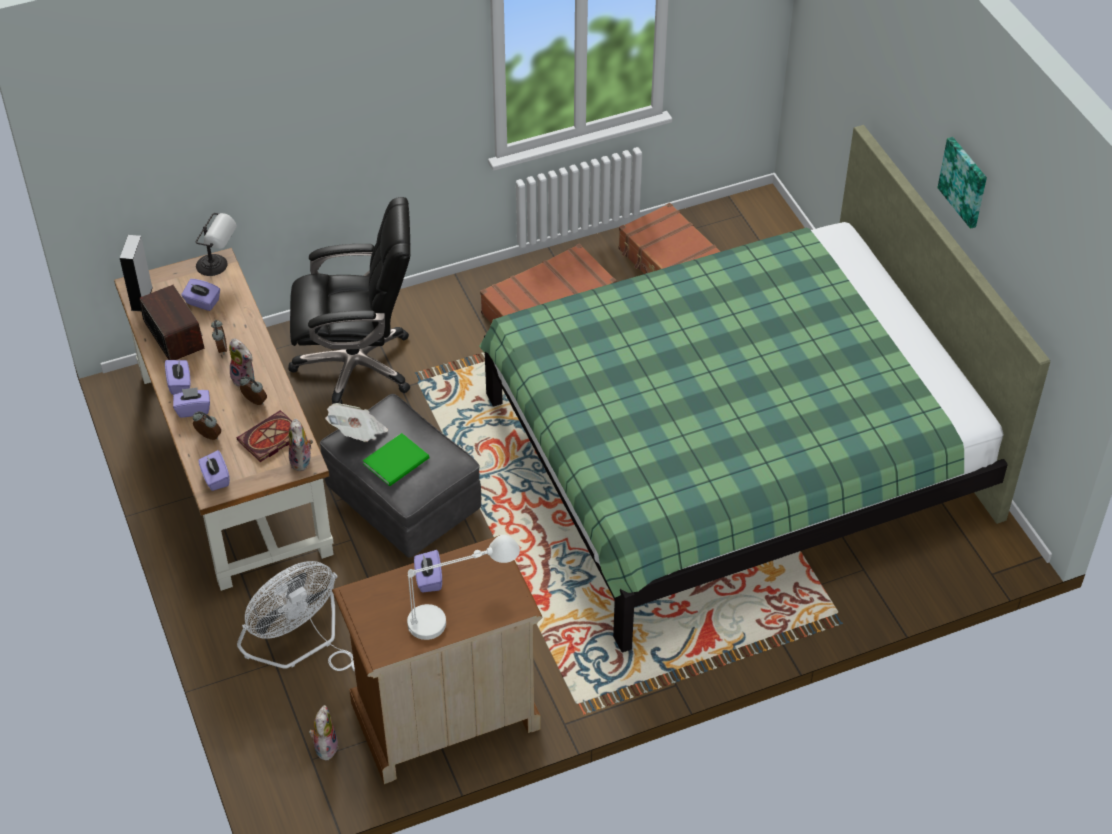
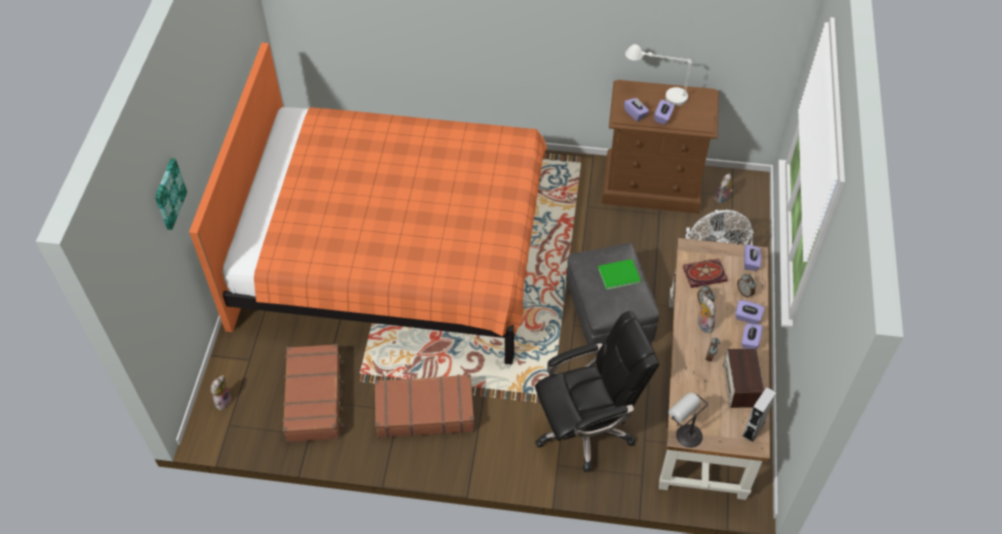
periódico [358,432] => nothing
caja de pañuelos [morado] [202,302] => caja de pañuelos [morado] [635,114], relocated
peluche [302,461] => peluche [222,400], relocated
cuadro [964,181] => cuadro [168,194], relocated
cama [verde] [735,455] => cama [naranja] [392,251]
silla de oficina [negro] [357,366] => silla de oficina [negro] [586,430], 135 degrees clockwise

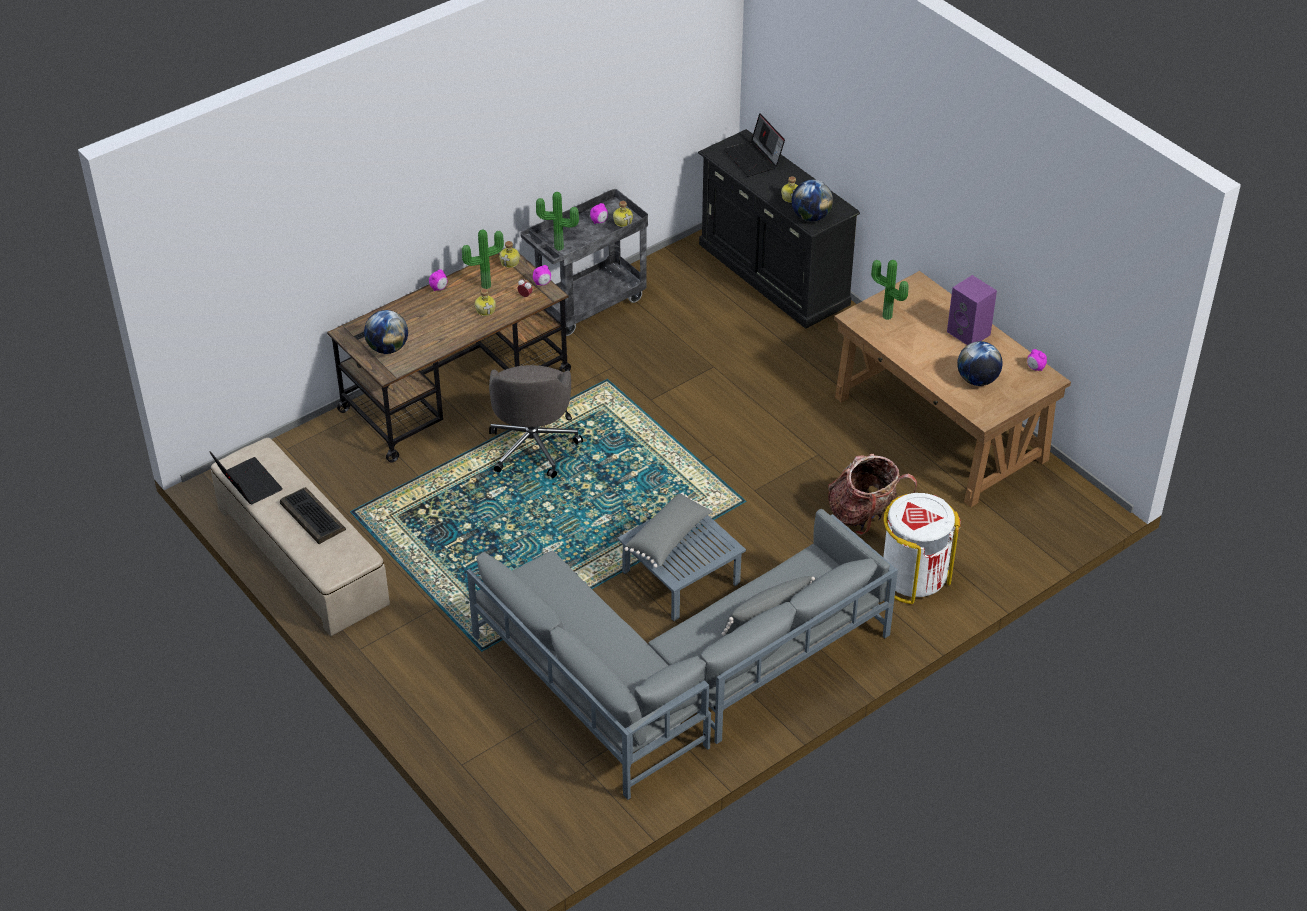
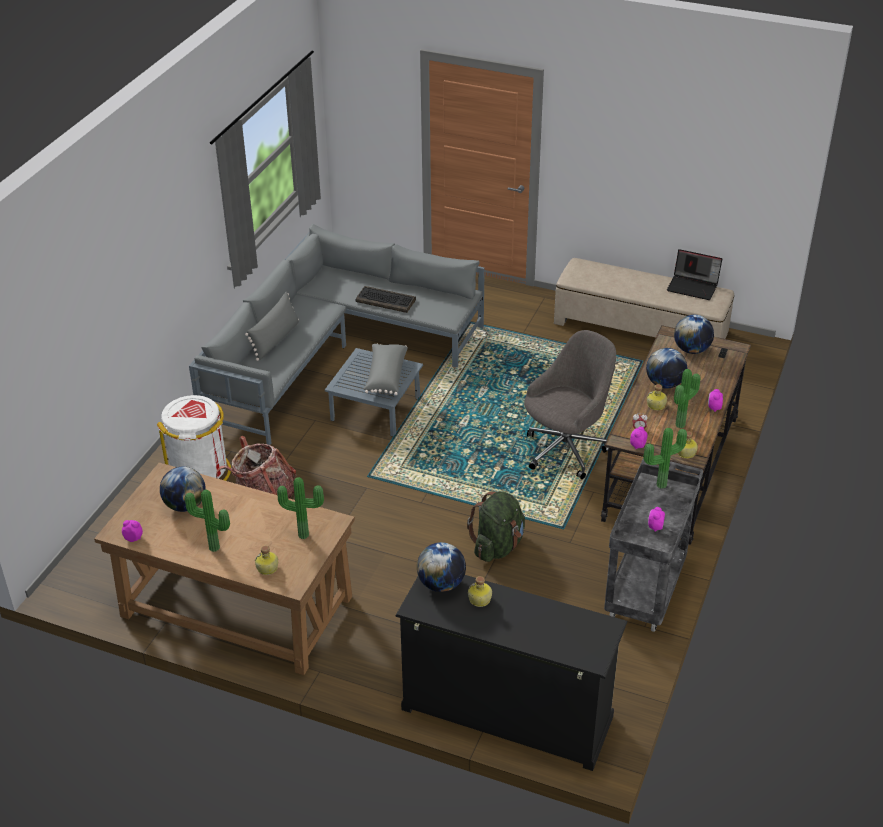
portátil [754,159] => nothing
nothing => mochila [verde] [498,546]
nothing => globo terráqueo [664,384]
teclado [311,516] => teclado [386,300], relocated
botella [623,221] => botella [267,568], relocated
altavoz [morado] [970,333] => planta en maceta [213,549]
silla de oficina [gris] [533,448] => silla de oficina [gris] [565,450], 75 degrees clockwise

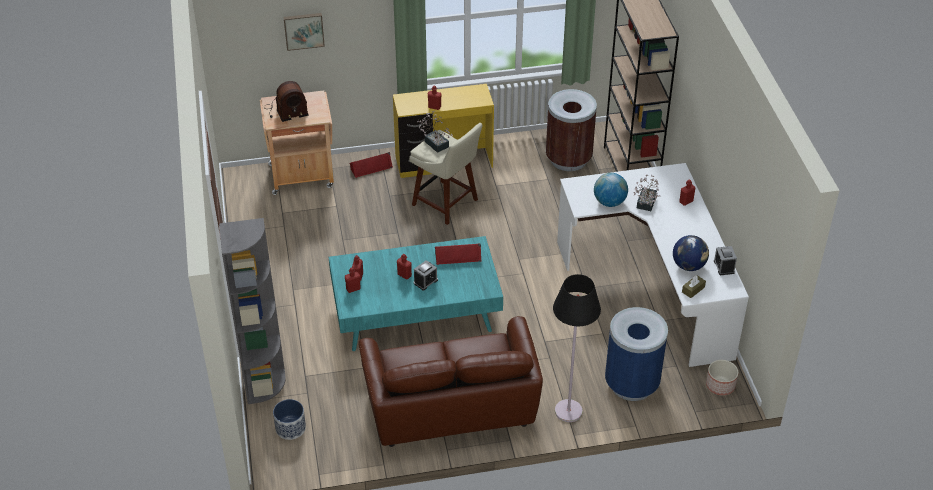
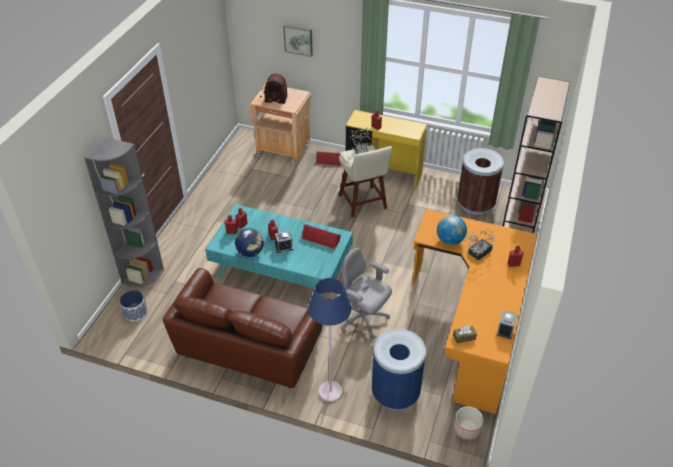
nothing => silla de oficina [gris] [363,320]
globo terráqueo [689,265] => globo terráqueo [250,252], relocated
lámpara de pie [negro] [568,411] => lámpara de pie [azul] [330,392]
escritorio [blanco] [654,285] => escritorio [naranja] [471,324]

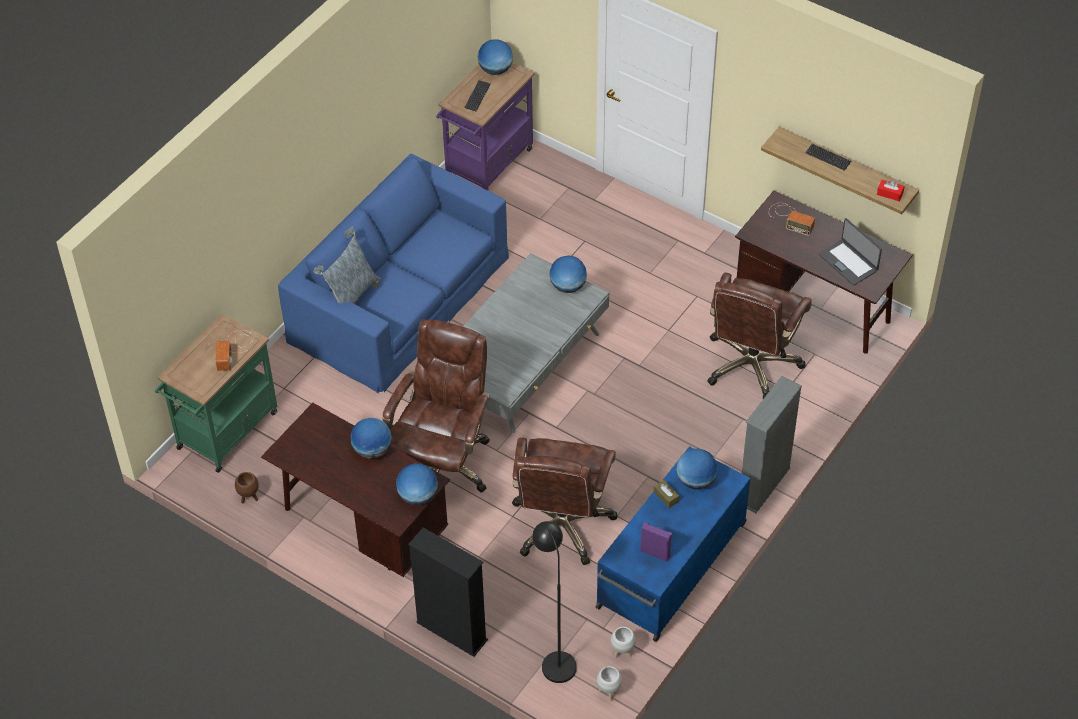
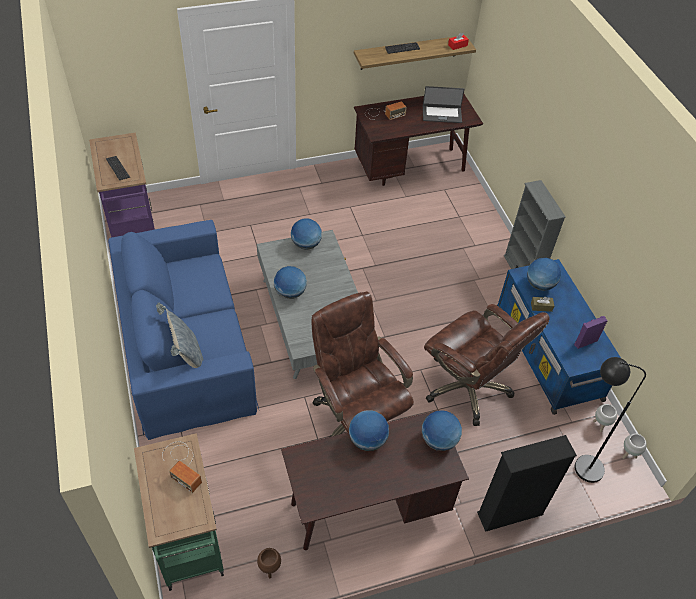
silla de oficina [marrón] [752,363] => nothing
globo terráqueo [495,70] => globo terráqueo [290,293], relocated

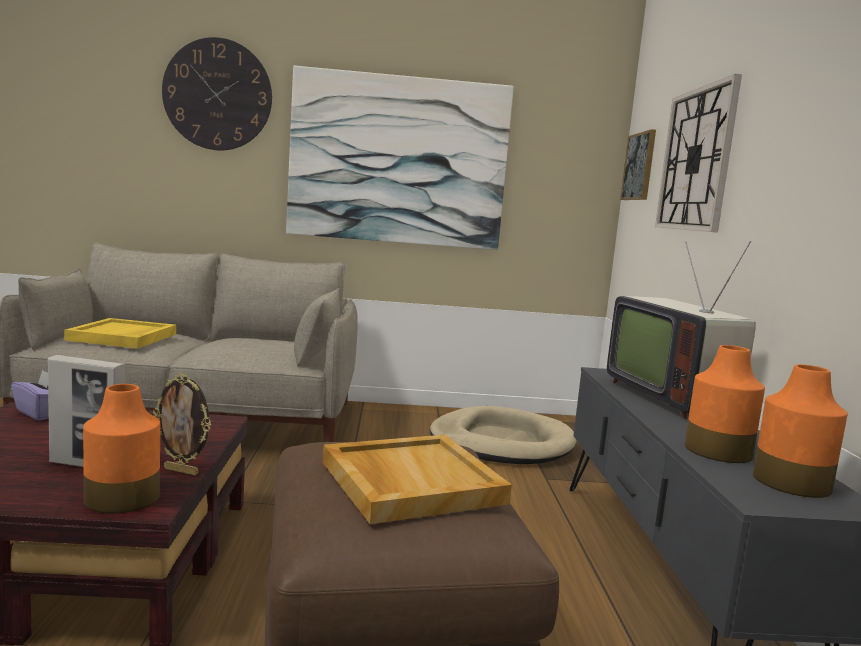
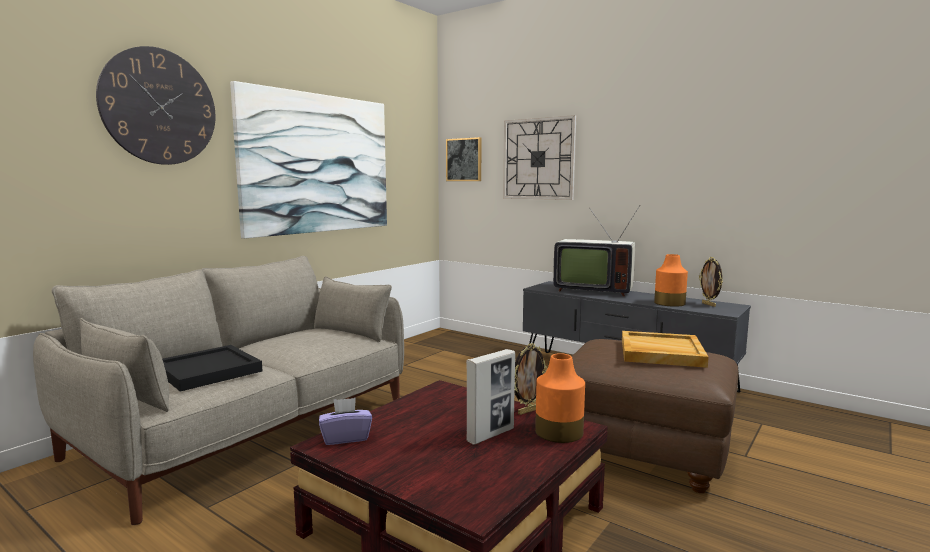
cama para perro [beis] [501,443] => nothing
florero [naranja] [792,482] => portarretratos [709,305]
bandeja [amarillo] [123,337] => bandeja [negro] [209,371]

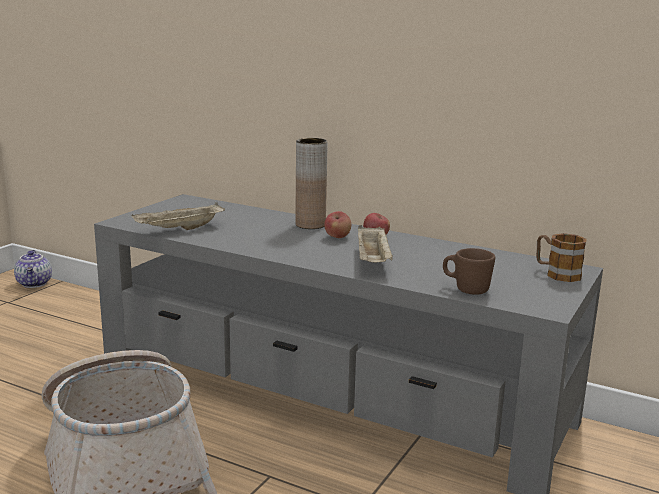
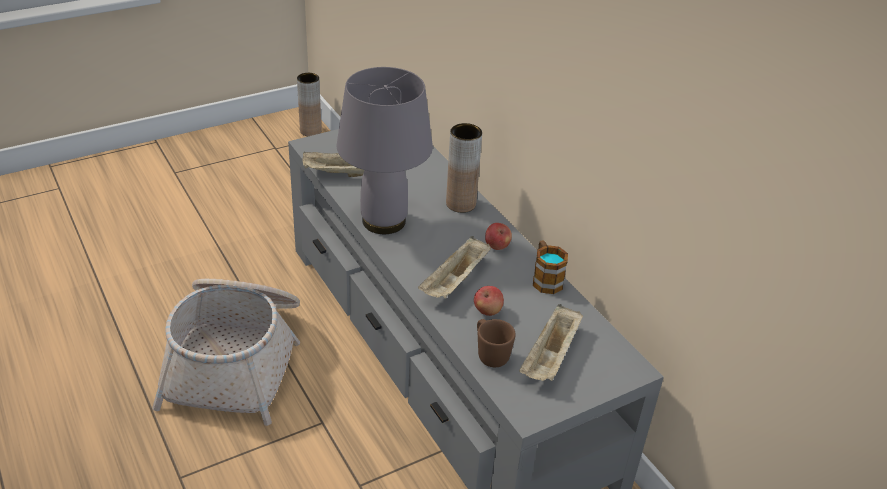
nothing => lámpara de mesa [gris] [382,221]
nothing => bandeja [beis] [550,357]
manzana [337,237] => manzana [487,311], relocated
taza grande [557,273] => taza grande [545,278], relocated
tetera [35,283] => florero [marrón] [310,131]

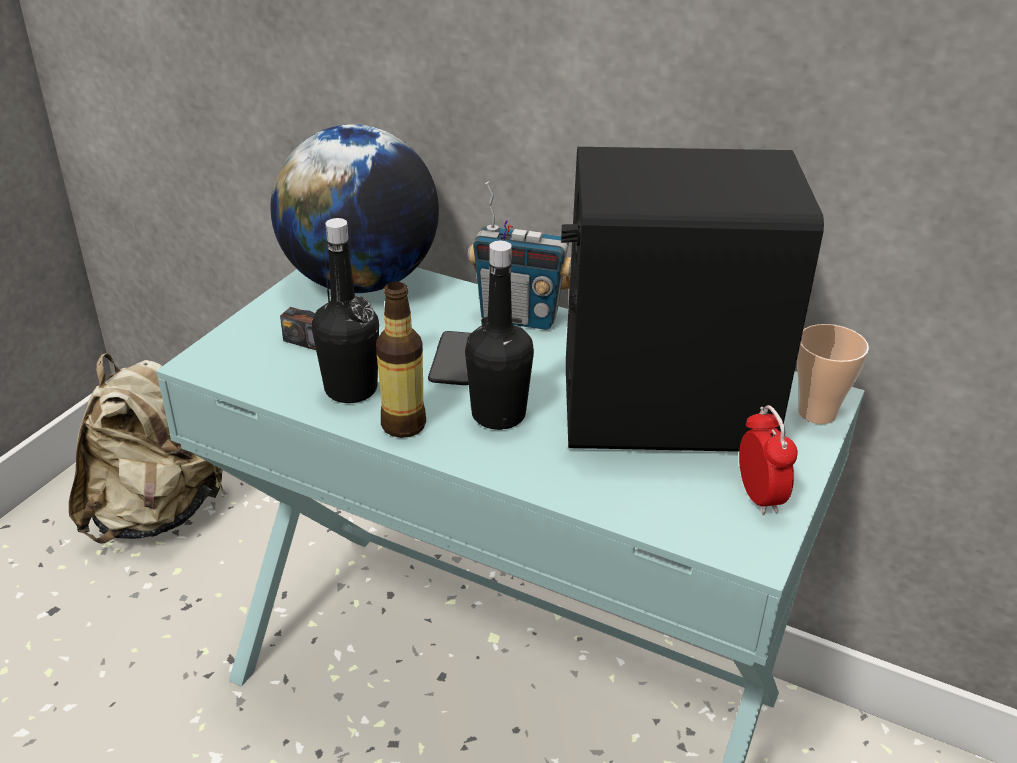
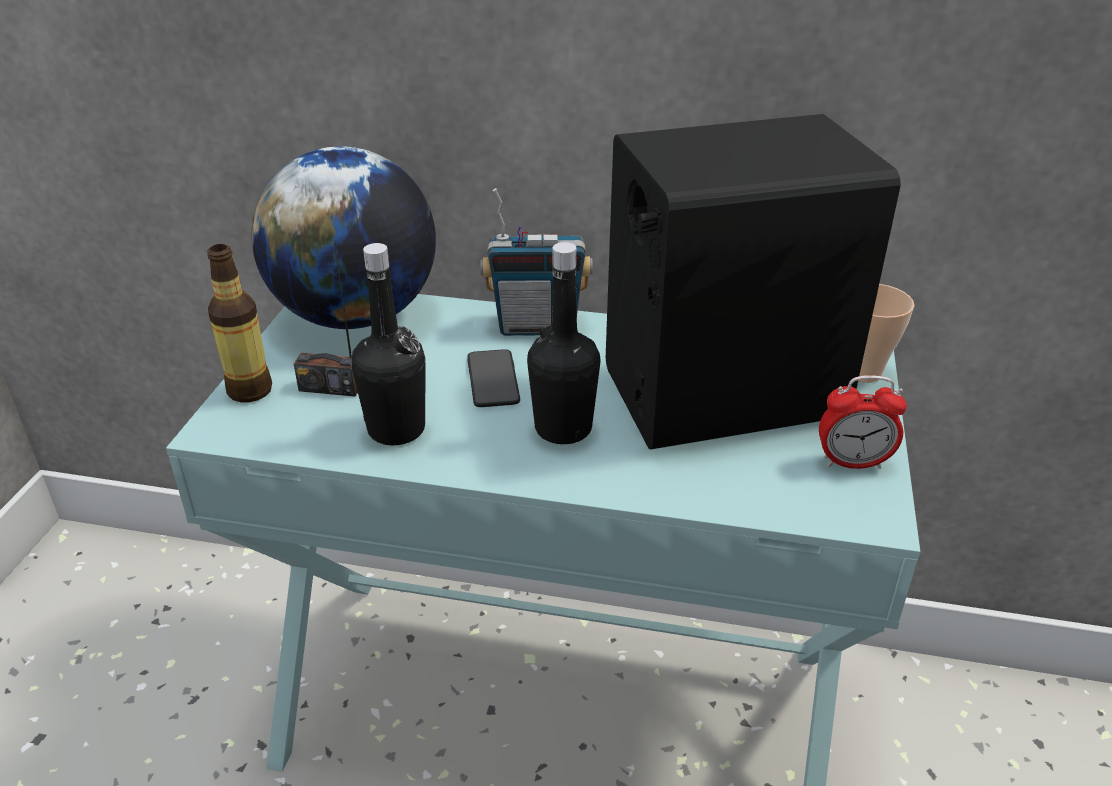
mochila [beis] [158,511] => nothing
botella [403,425] => botella [249,391], relocated
despertador [759,496] => despertador [853,462], 120 degrees clockwise

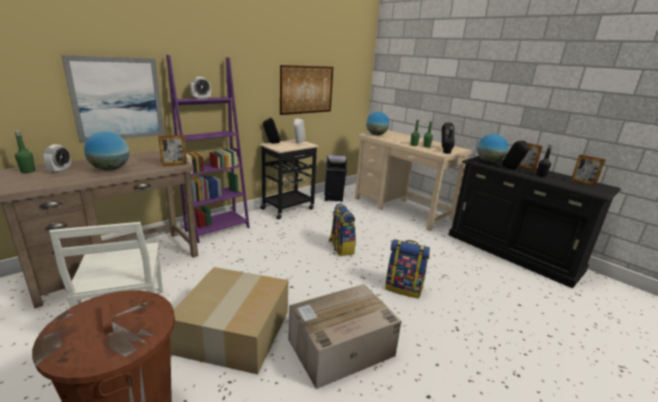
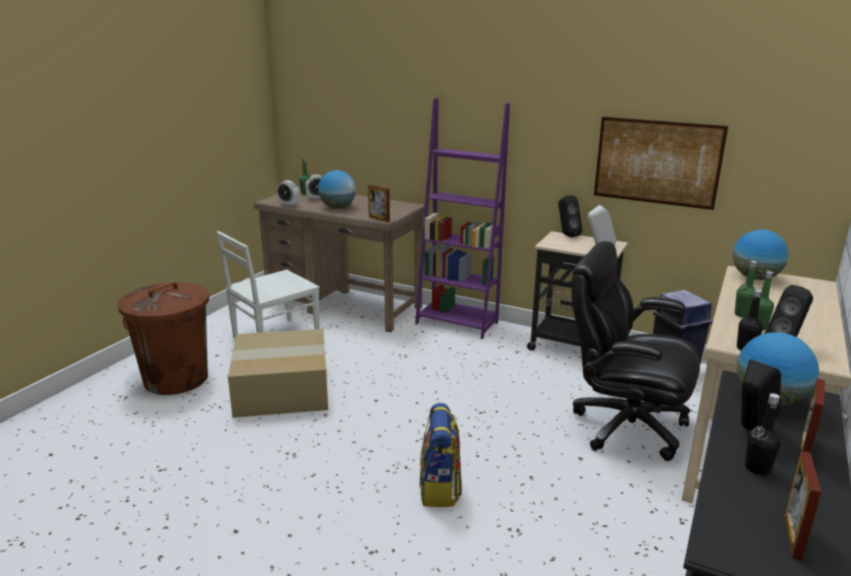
cuadro [118,99] => nothing
caja de cartón [340,348] => nothing
mochila [340,248] => nothing
nothing => silla de oficina [negro] [624,425]
despertador [201,98] => despertador [289,205], relocated

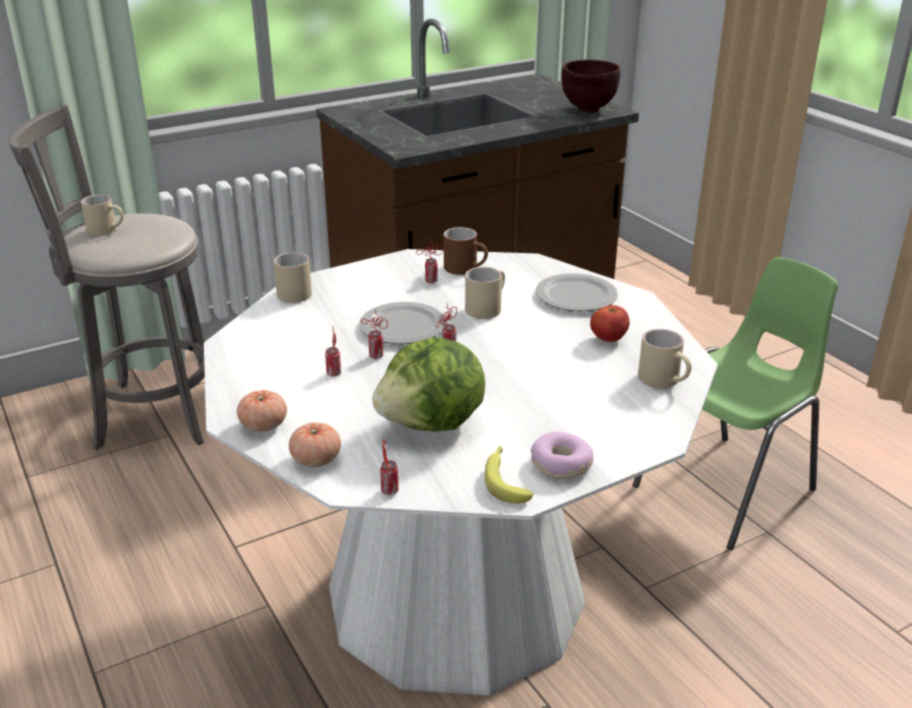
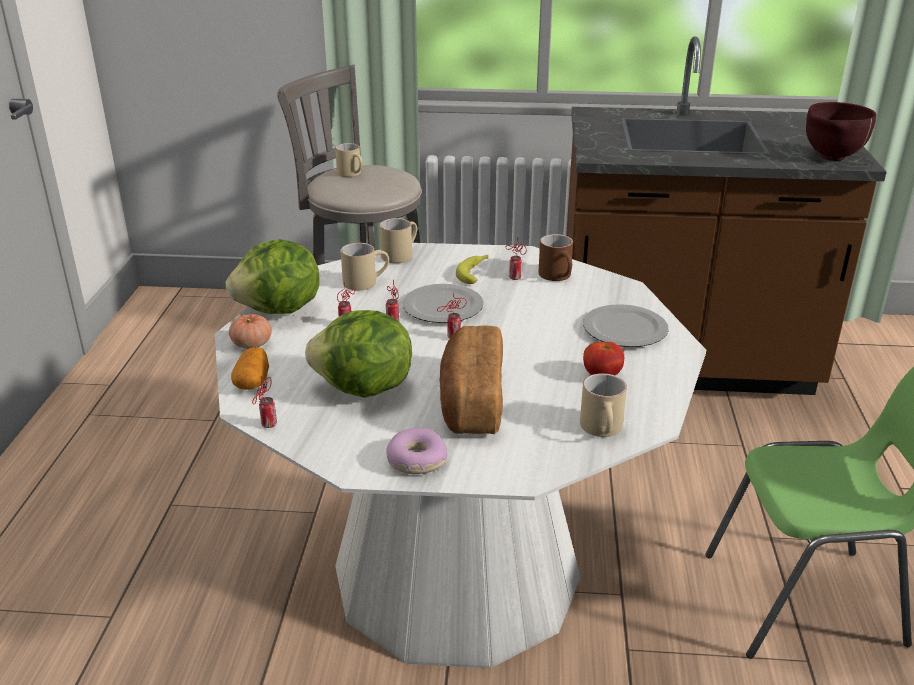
nothing => lechuga [280,310]
nothing => pan [471,401]
taza grande [beis] [486,307] => taza grande [beis] [366,281], relocated
plátano [506,479] => plátano [475,272], relocated
tomate [316,459] => patata [252,381]

